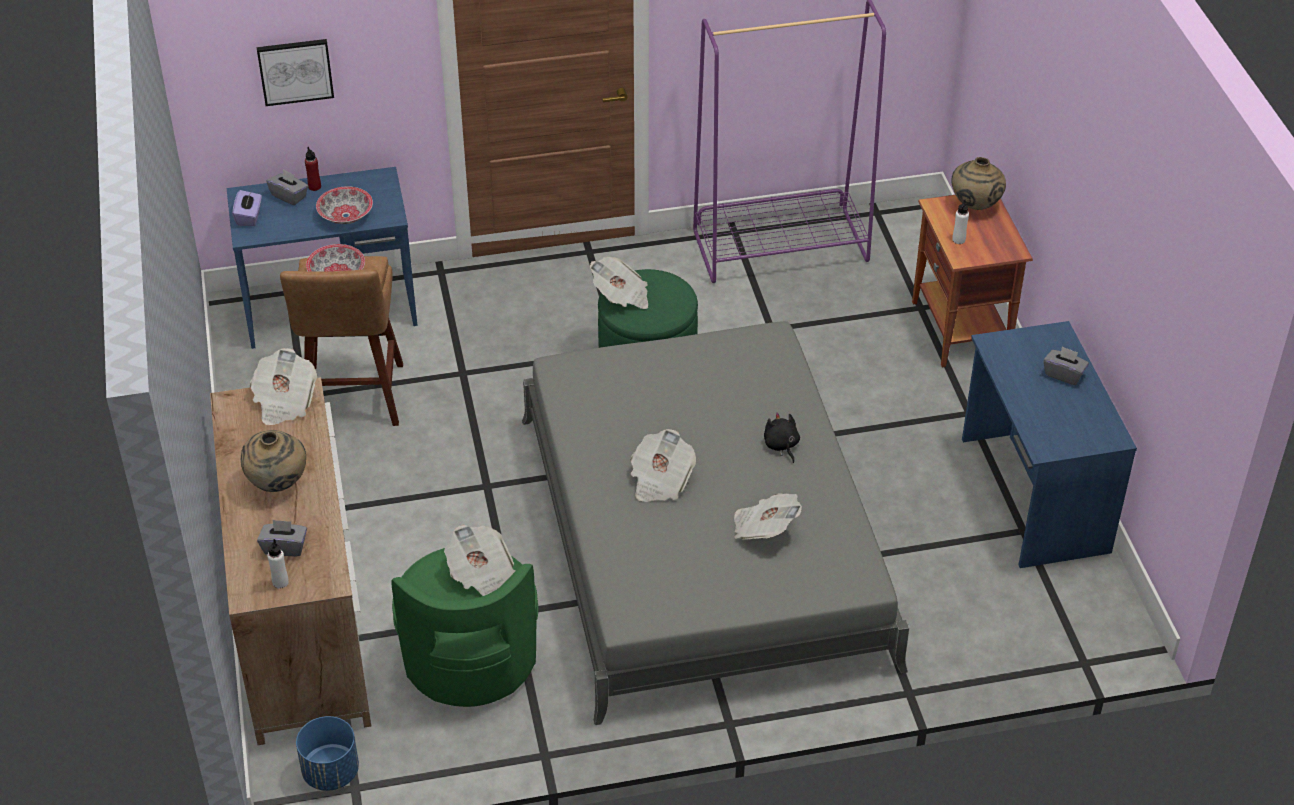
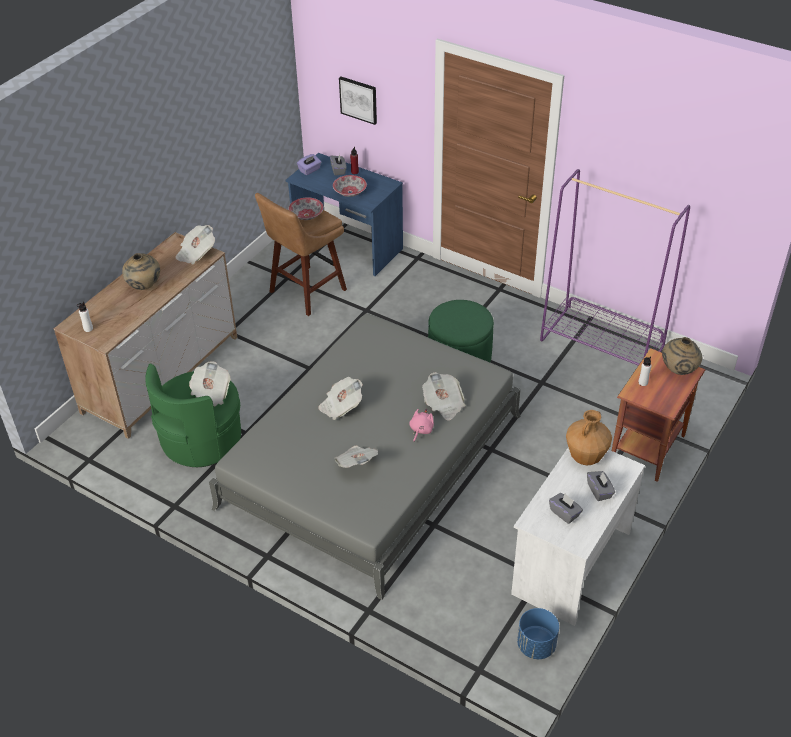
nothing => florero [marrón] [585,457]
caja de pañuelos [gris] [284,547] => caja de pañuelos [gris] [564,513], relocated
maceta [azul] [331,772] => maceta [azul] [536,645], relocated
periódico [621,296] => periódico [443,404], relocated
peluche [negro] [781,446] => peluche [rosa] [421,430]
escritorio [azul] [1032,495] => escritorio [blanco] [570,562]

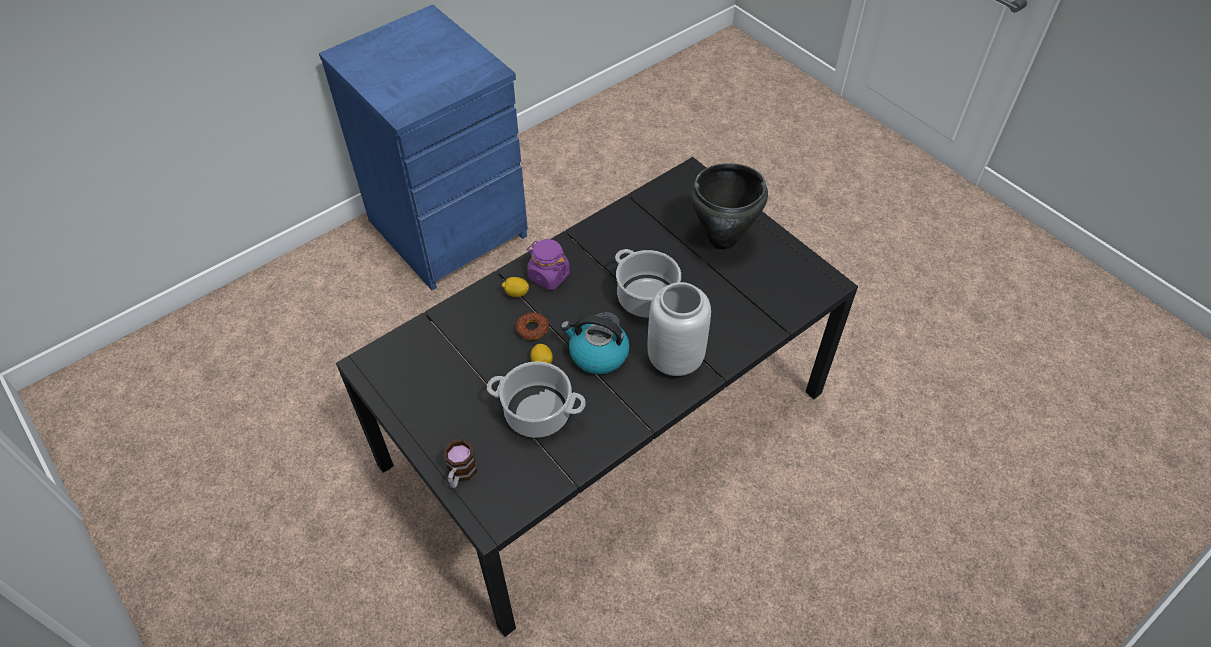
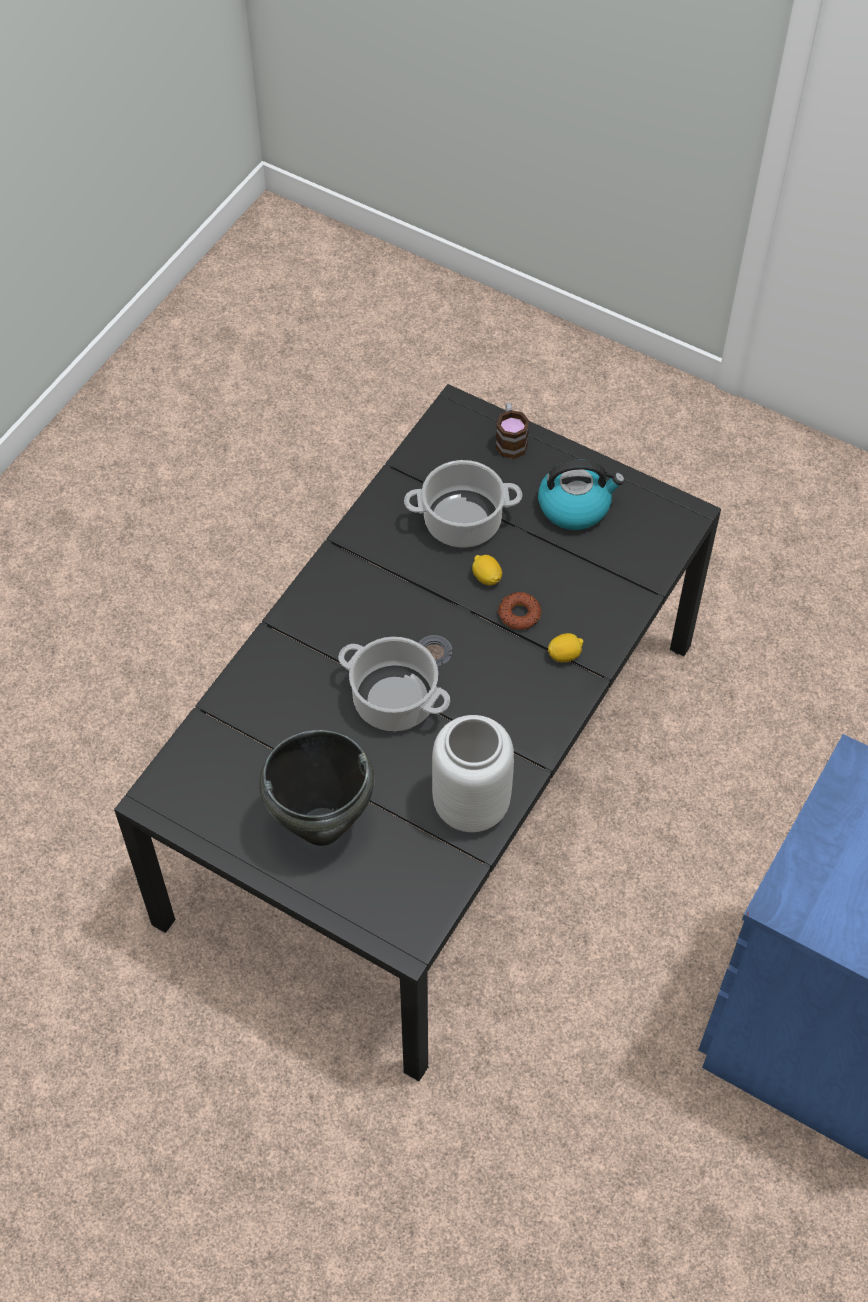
tarro [morado] [548,276] => nothing
hervidor [597,354] => hervidor [575,506], relocated
florero [gris] [676,359] => florero [gris] [469,805], relocated

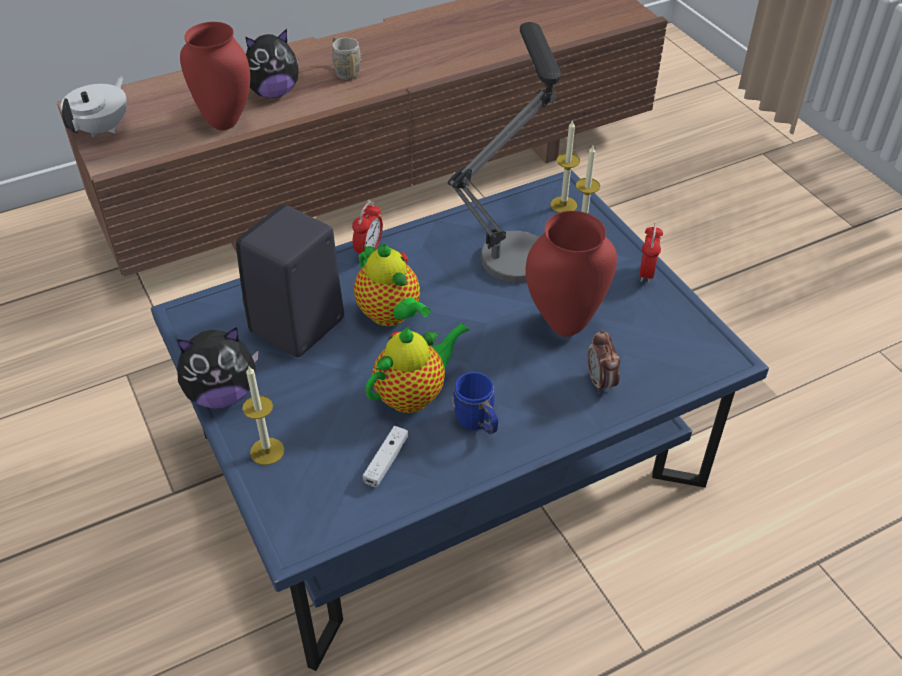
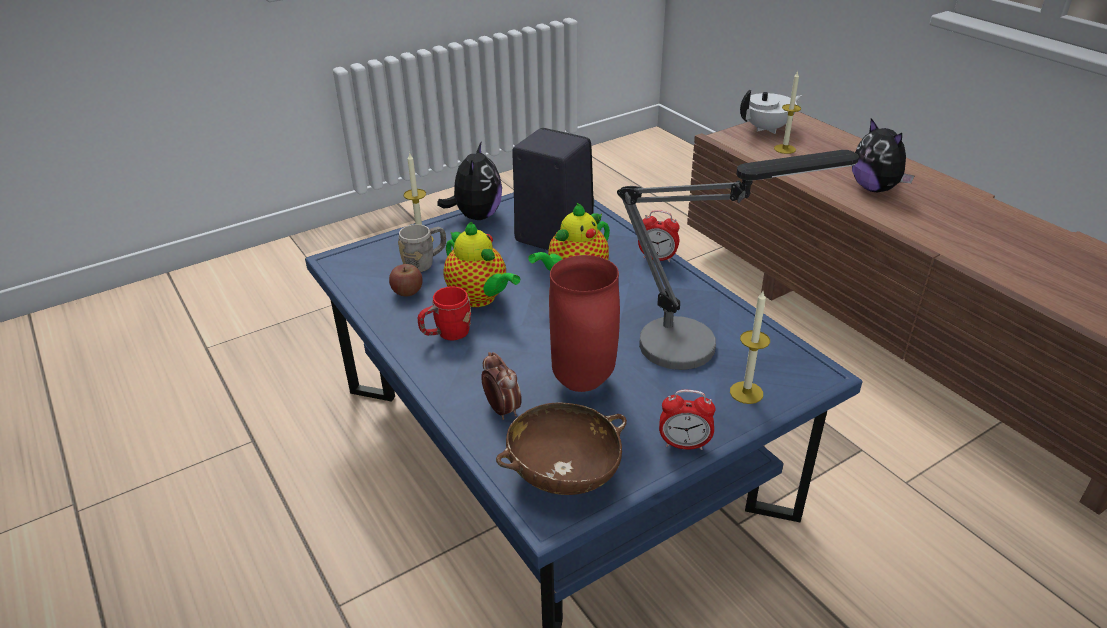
florero [rojo] [224,123] => nothing
nothing => cuenco [marrón] [563,473]
taza grande [gris] [345,71] => taza grande [gris] [425,263], relocated
vela [563,205] => vela [784,149], relocated
mando de consola [blanco] [386,461] => manzana [407,291]
taza grande [azul] [478,423] => taza grande [rojo] [446,334]
tetera [blanco] [103,128] => tetera [blanco] [767,129], 45 degrees counterclockwise
peluche [222,394] => peluche [476,216], 150 degrees counterclockwise
despertador [601,382] => despertador [502,409], 75 degrees clockwise

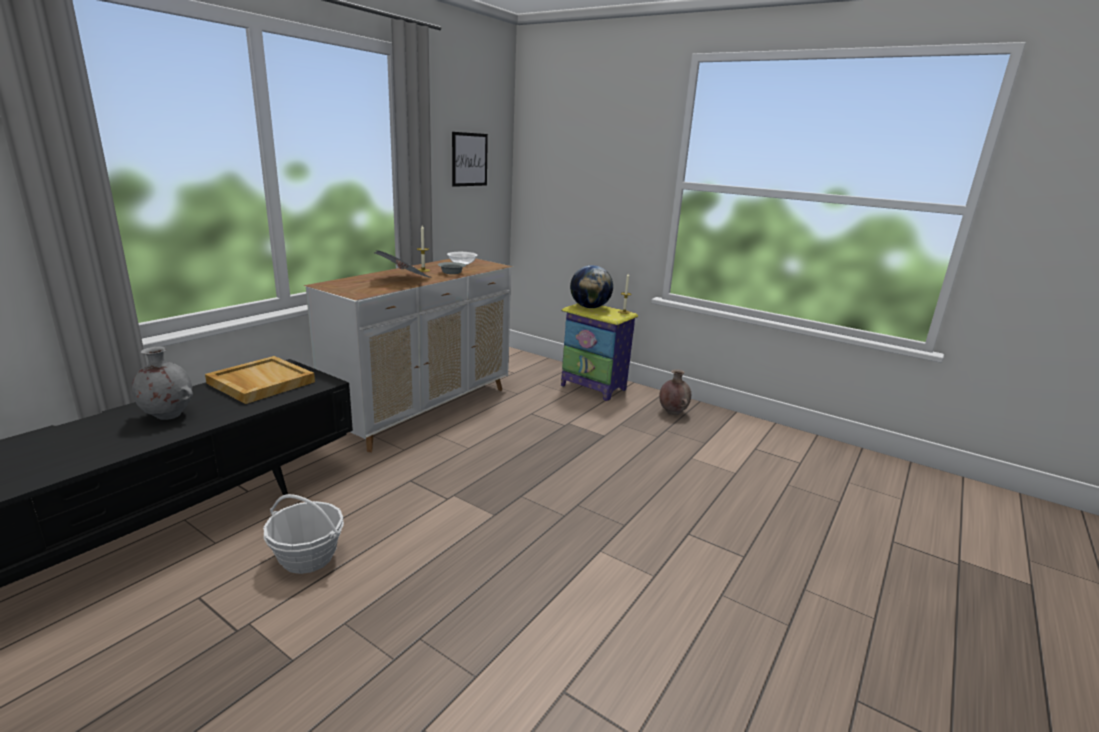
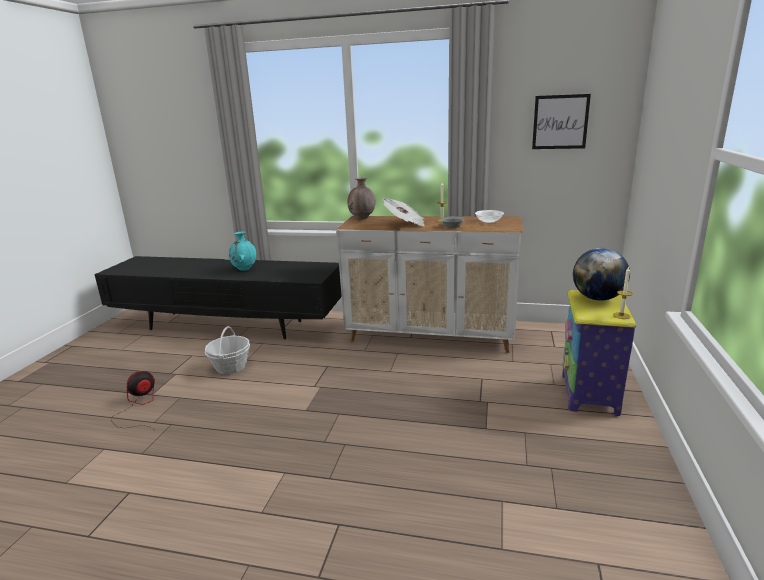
bandeja [beis] [260,382] => nothing
nothing => ventilador [139,407]
florero [marrón] [672,412] => florero [marrón] [362,218], relocated
florero [gris] [167,416] => florero [turquesa] [244,269]

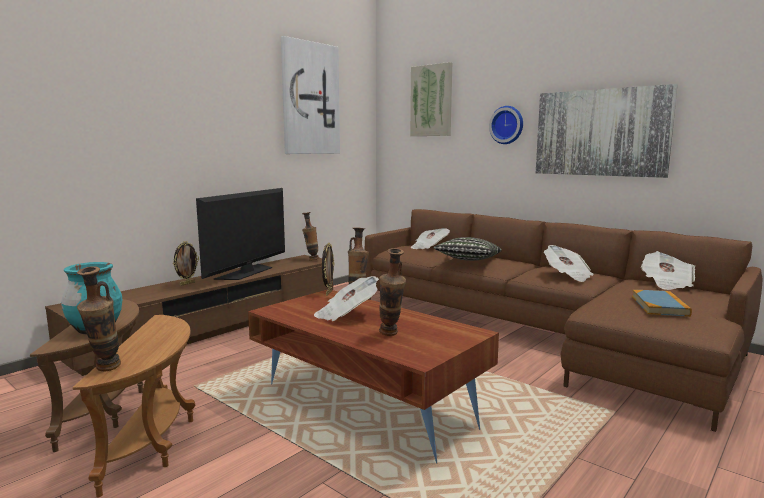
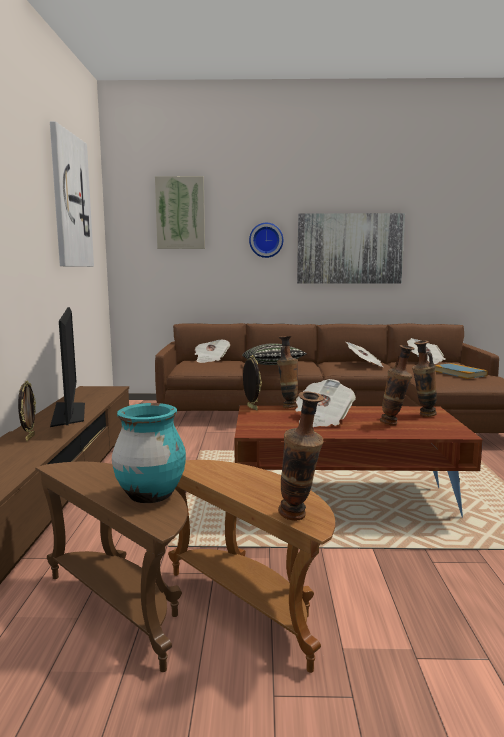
florero [311,259] => florero [422,415], relocated

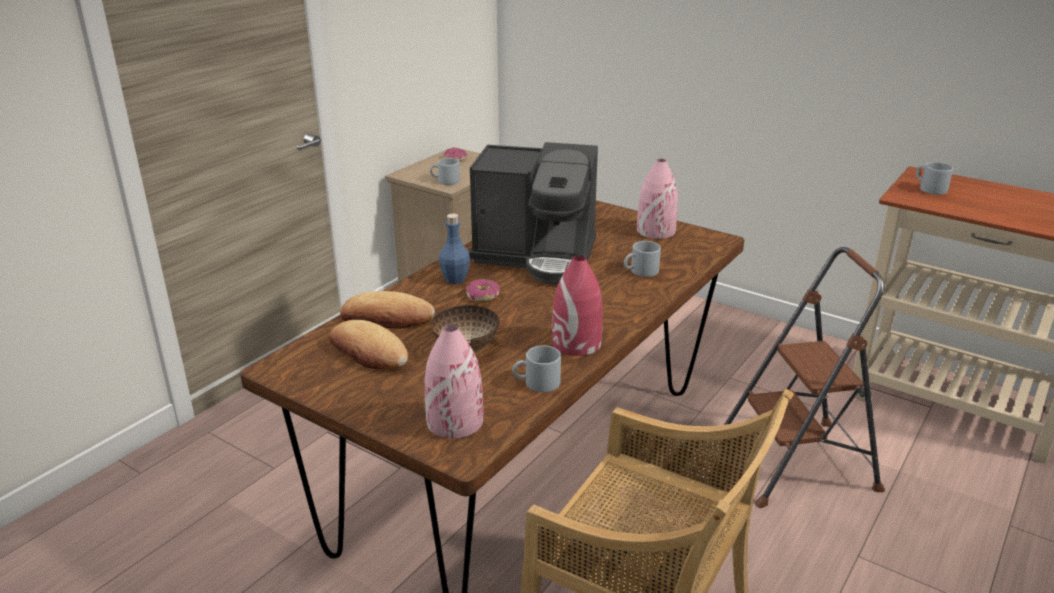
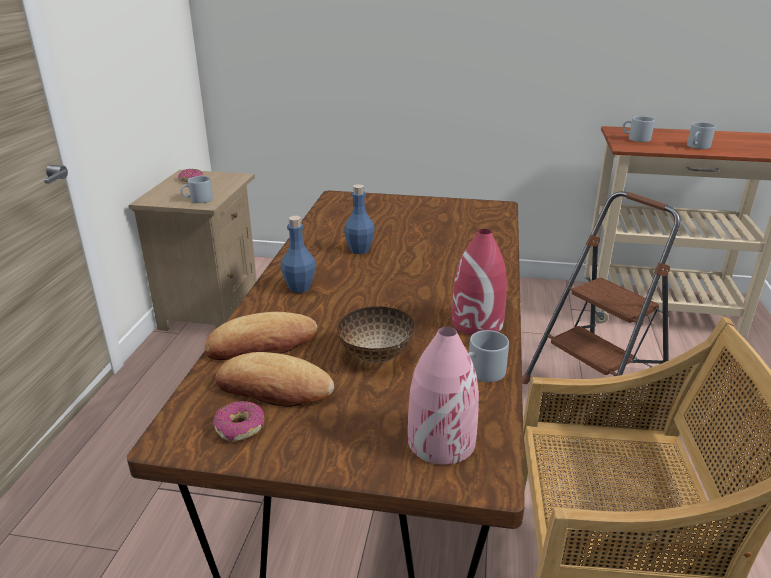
florero [rosa] [655,231] => nothing
rosquilla [483,296] => rosquilla [240,427], relocated
taza grande [gris] [640,272] => taza grande [gris] [697,147], relocated
cafetera [537,256] => botella [azul] [359,250]

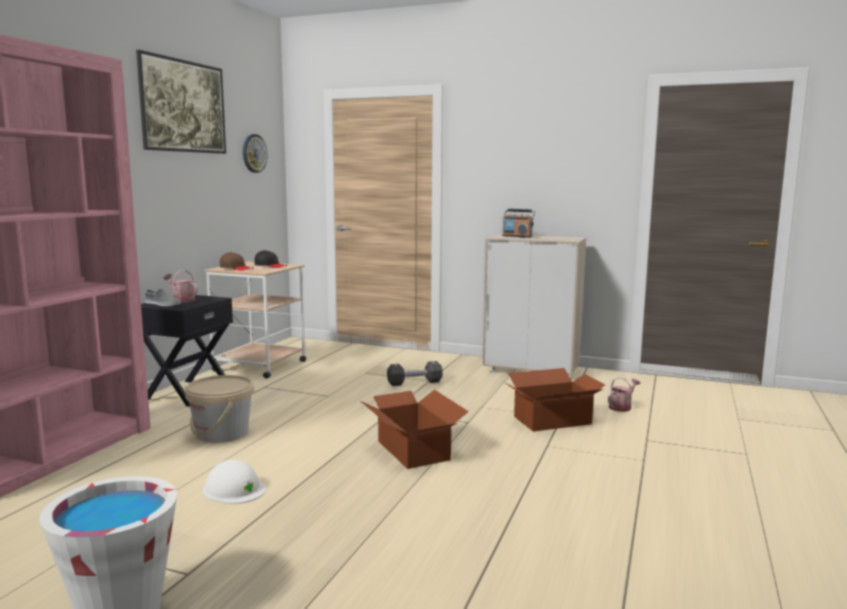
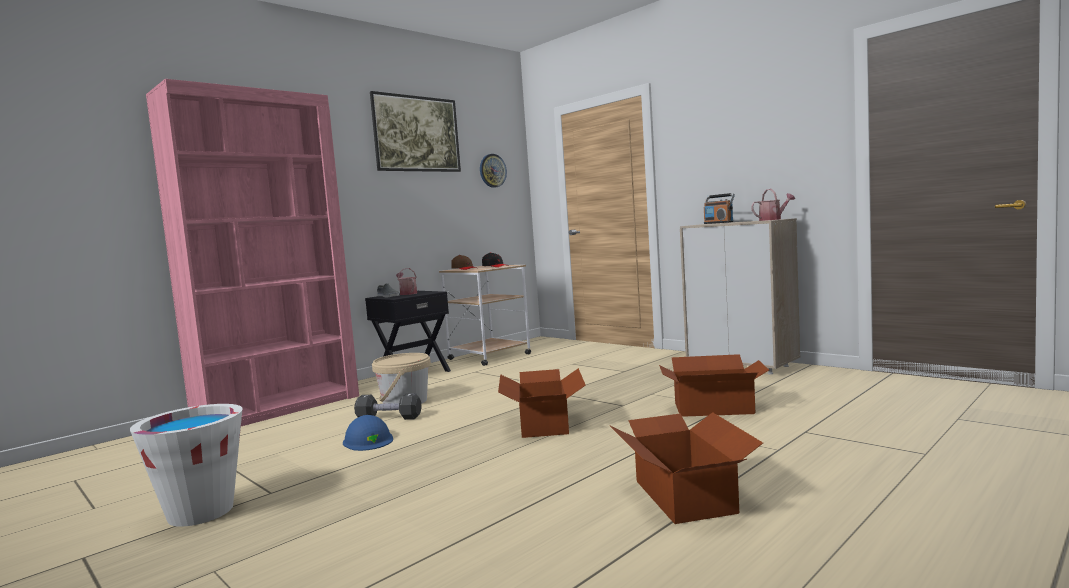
nothing => caja de cartón [685,496]
mancuerna [negro] [414,383] => mancuerna [negro] [389,418], relocated
regadera [622,407] => regadera [773,219], relocated
casco [blanco] [234,489] => casco [azul] [368,440]

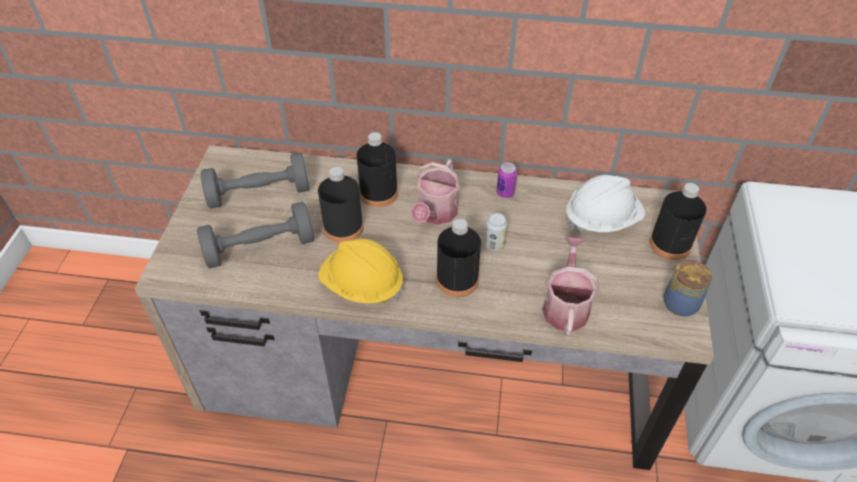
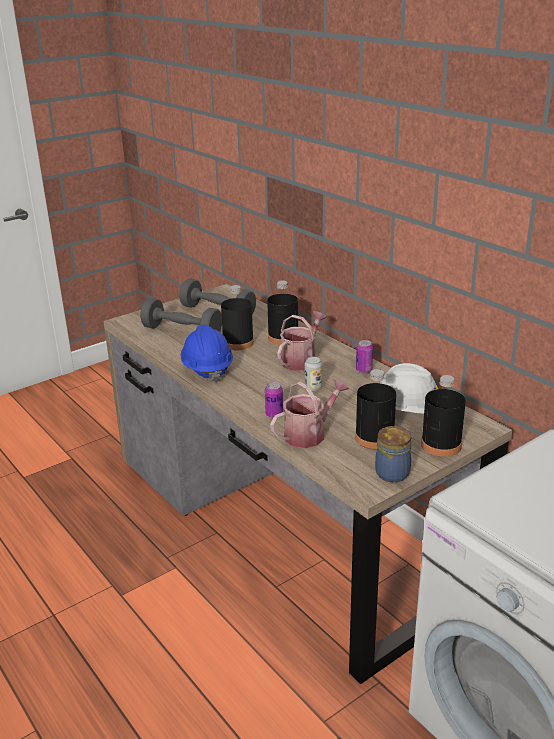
nothing => lata [274,414]
botella [negro] [457,280] => botella [negro] [374,438], relocated
casco [amarillo] [362,286] => casco [azul] [207,369]
regadera [435,214] => regadera [301,360], 150 degrees clockwise

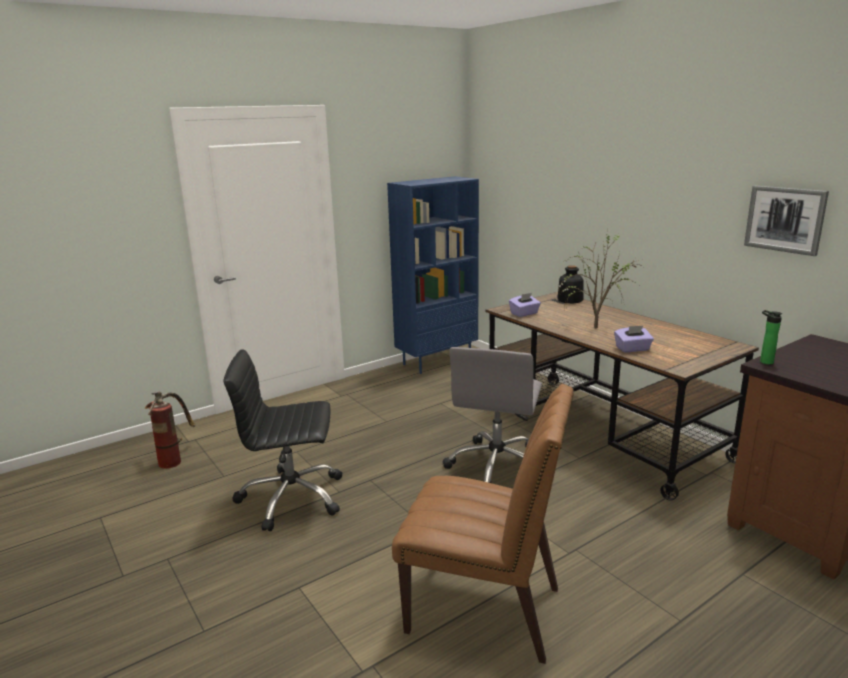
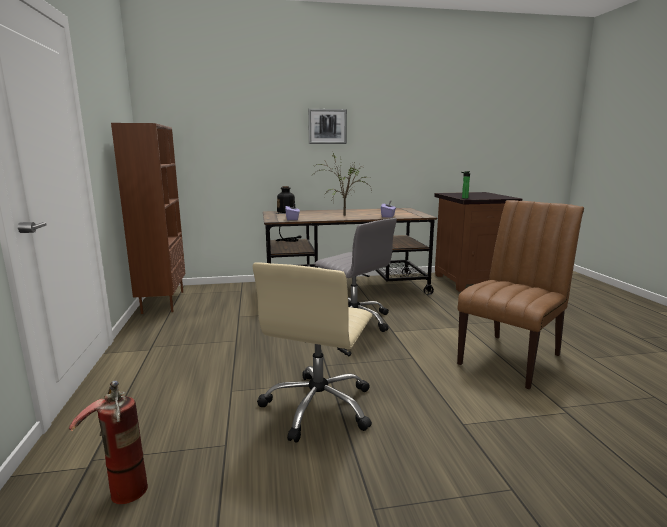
cuadro [785,219] => cuadro [327,126], relocated
silla de oficina [negro] [291,498] => silla de oficina [beis] [318,407]
estantería [azul] [437,361] => estantería [marrón] [162,302]

